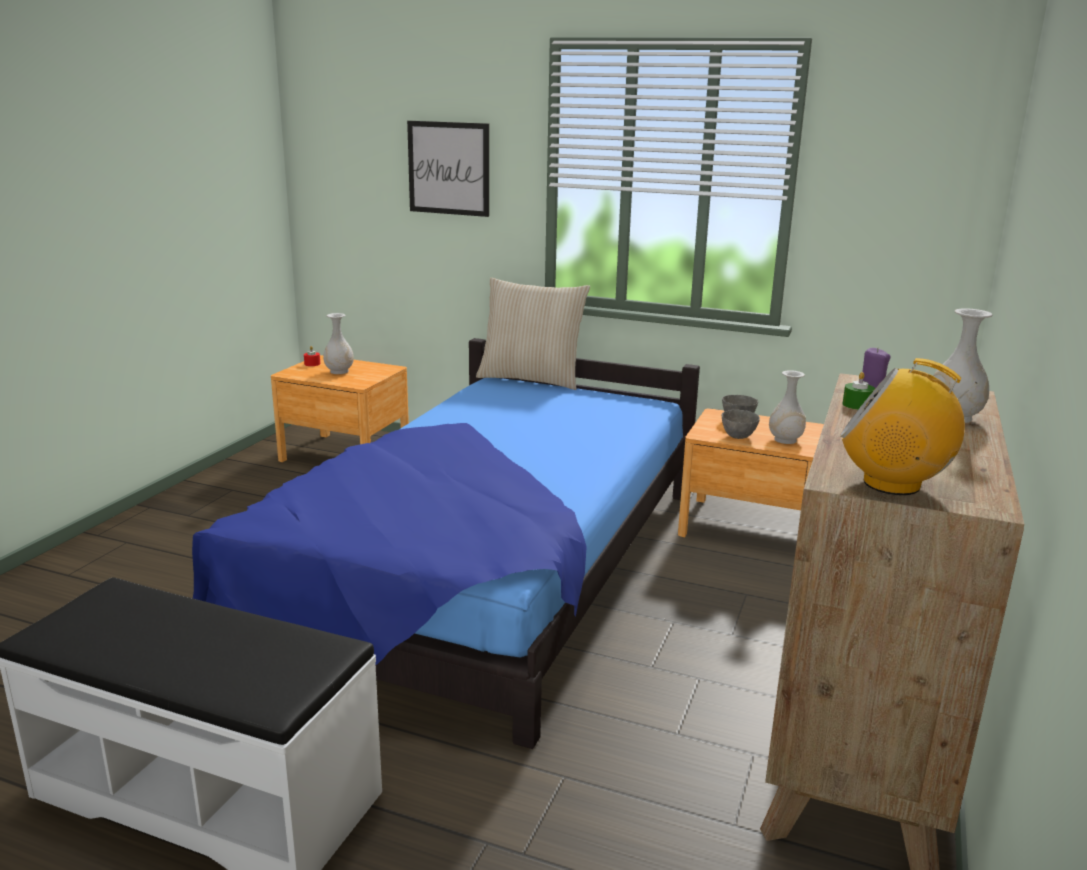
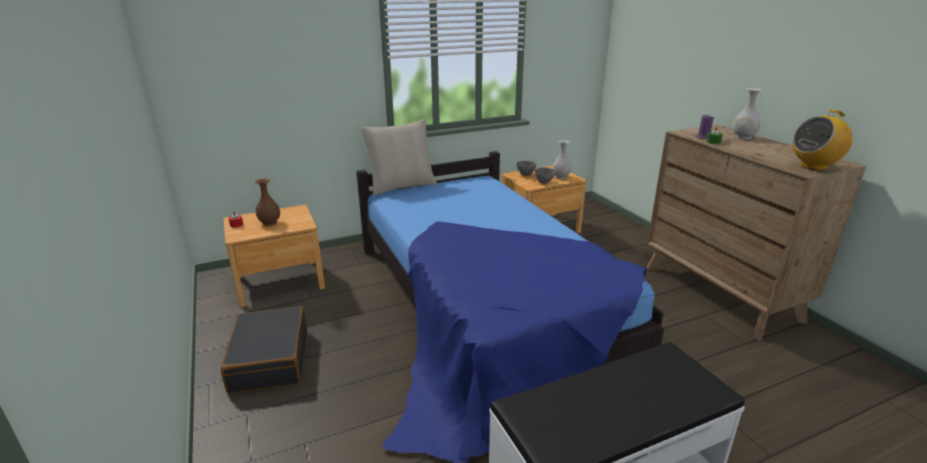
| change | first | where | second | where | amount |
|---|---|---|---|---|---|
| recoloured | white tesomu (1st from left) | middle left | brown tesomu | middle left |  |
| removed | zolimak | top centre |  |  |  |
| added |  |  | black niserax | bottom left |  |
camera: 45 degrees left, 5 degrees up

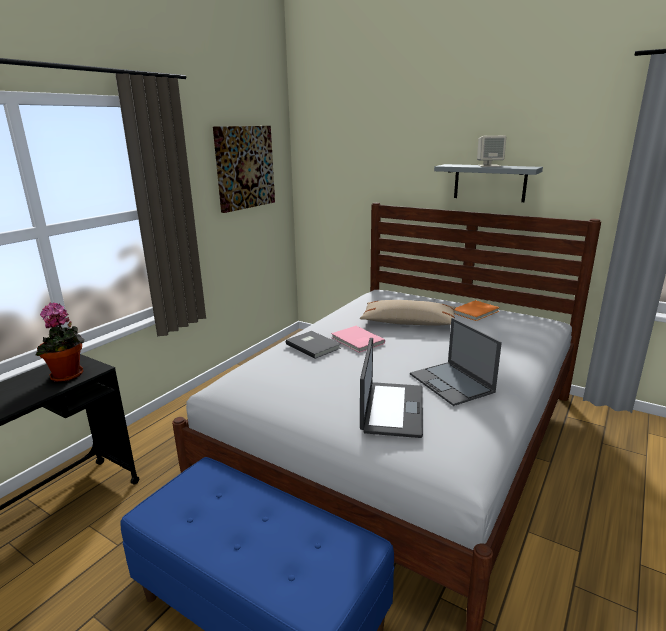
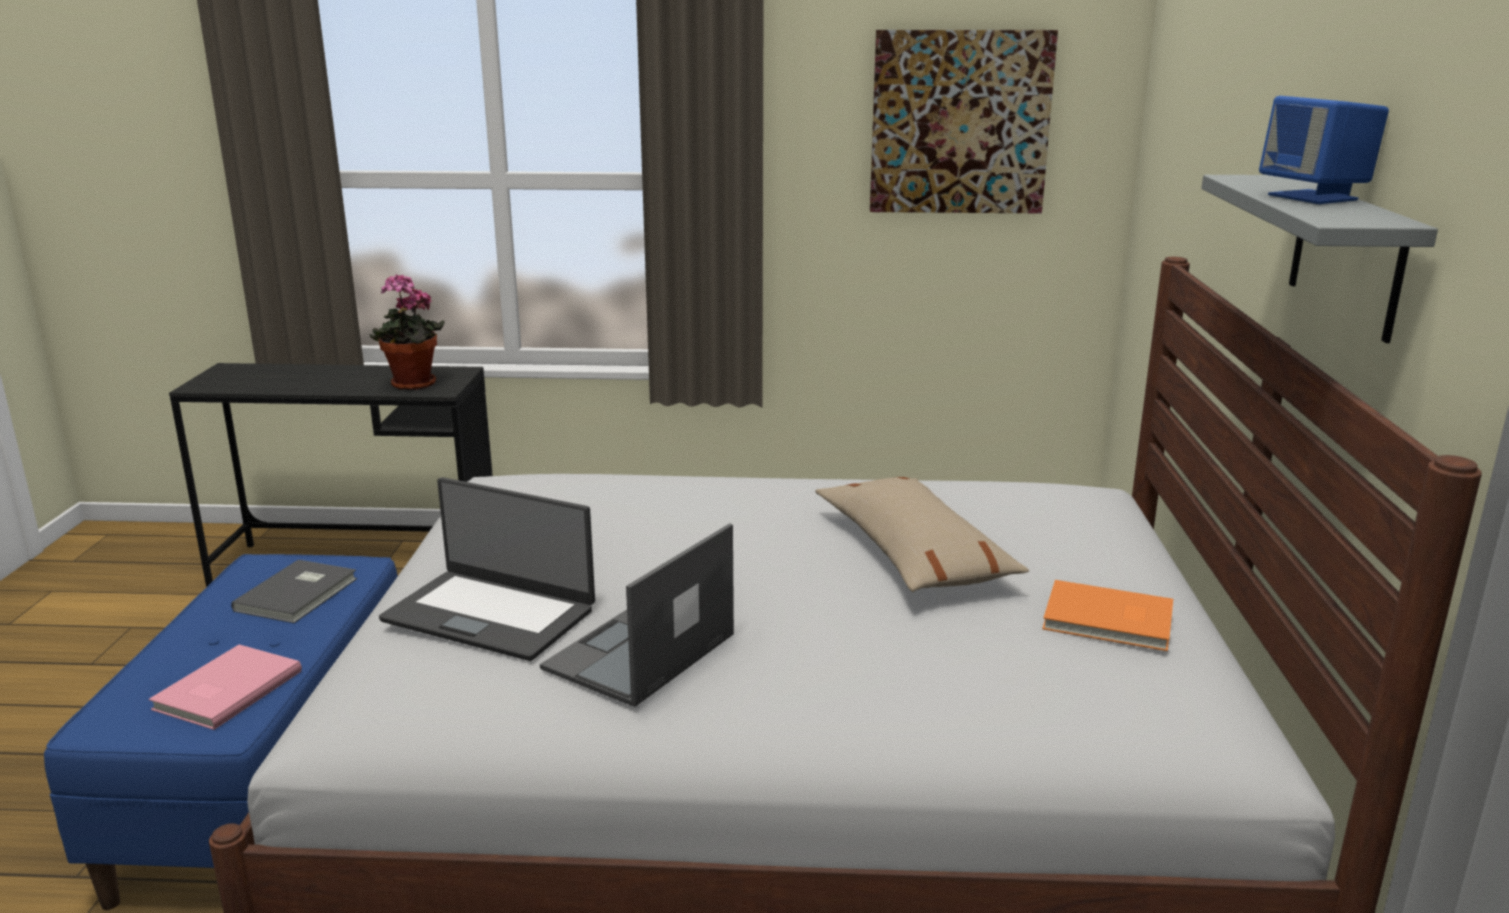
| change | first | where | second | where | amount |
|---|---|---|---|---|---|
| moved | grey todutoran | centre |  | middle left |  |
| moved | pink todutoran | centre |  | bottom left |  |
| turned | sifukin (1st from left) | centre |  | middle left | 45 degrees clockwise |
| recoloured | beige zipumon | top right | blue zipumon | top right |  |
camera: 60 degrees right, 0 degrees up

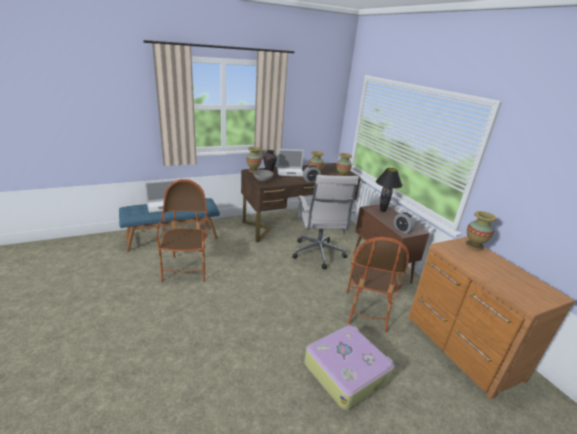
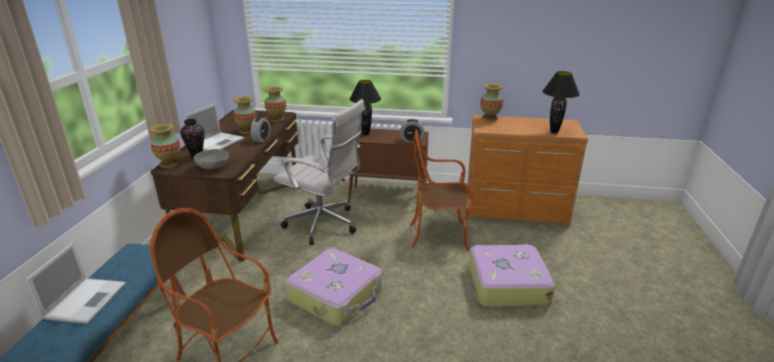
| change | first | where | second | where | amount |
|---|---|---|---|---|---|
| turned | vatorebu (2nd from left) | centre |  | centre | 135 degrees clockwise |
| added |  |  | niserax (1st from left) | bottom centre |  |
| added |  |  | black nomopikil (2nd from left) | top right |  |
camera: 55 degrees left, 0 degrees up

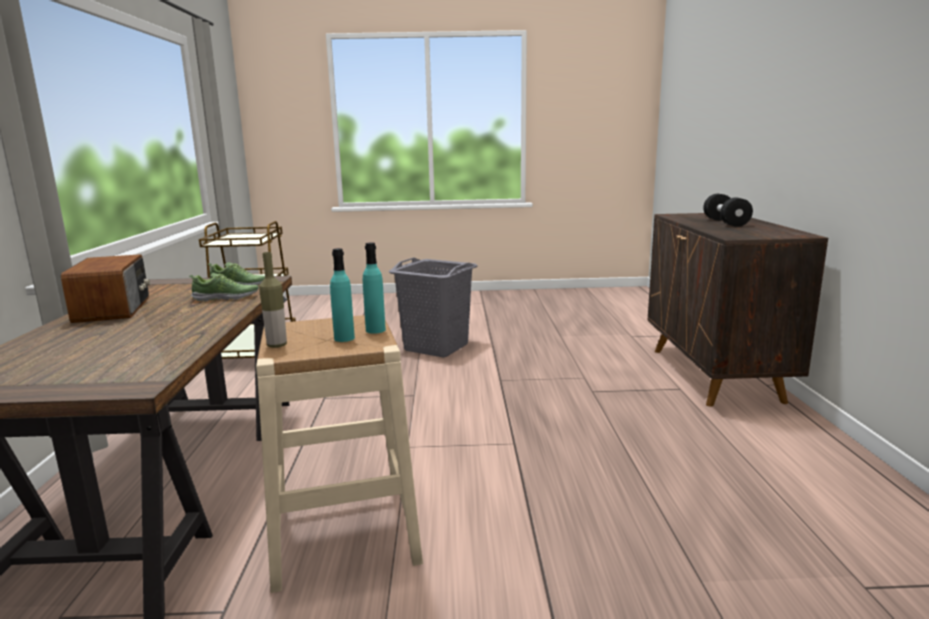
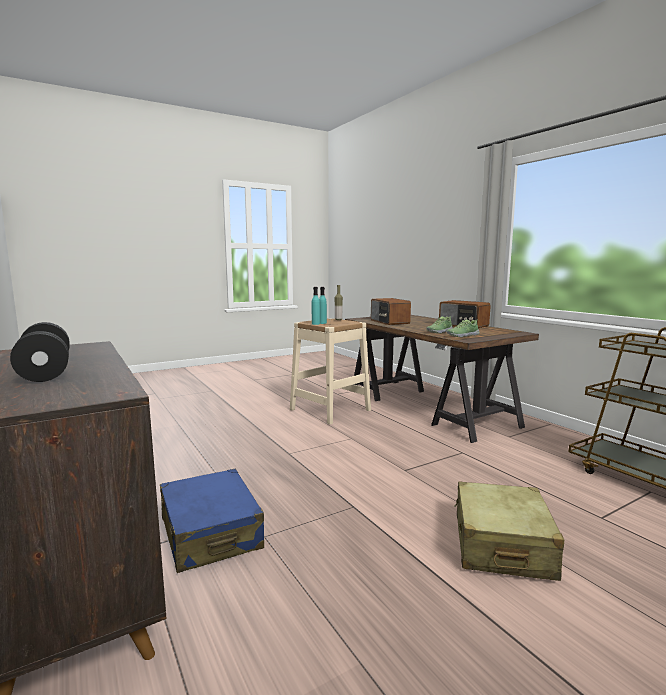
| change | first | where | second | where | amount |
|---|---|---|---|---|---|
| replaced | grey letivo | centre | beige niserax | bottom right |  |
| added |  |  | blue niserax | bottom left |  |
| added |  |  | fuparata (1st from left) | centre |  |
camera: 150 degrees right, 5 degrees down

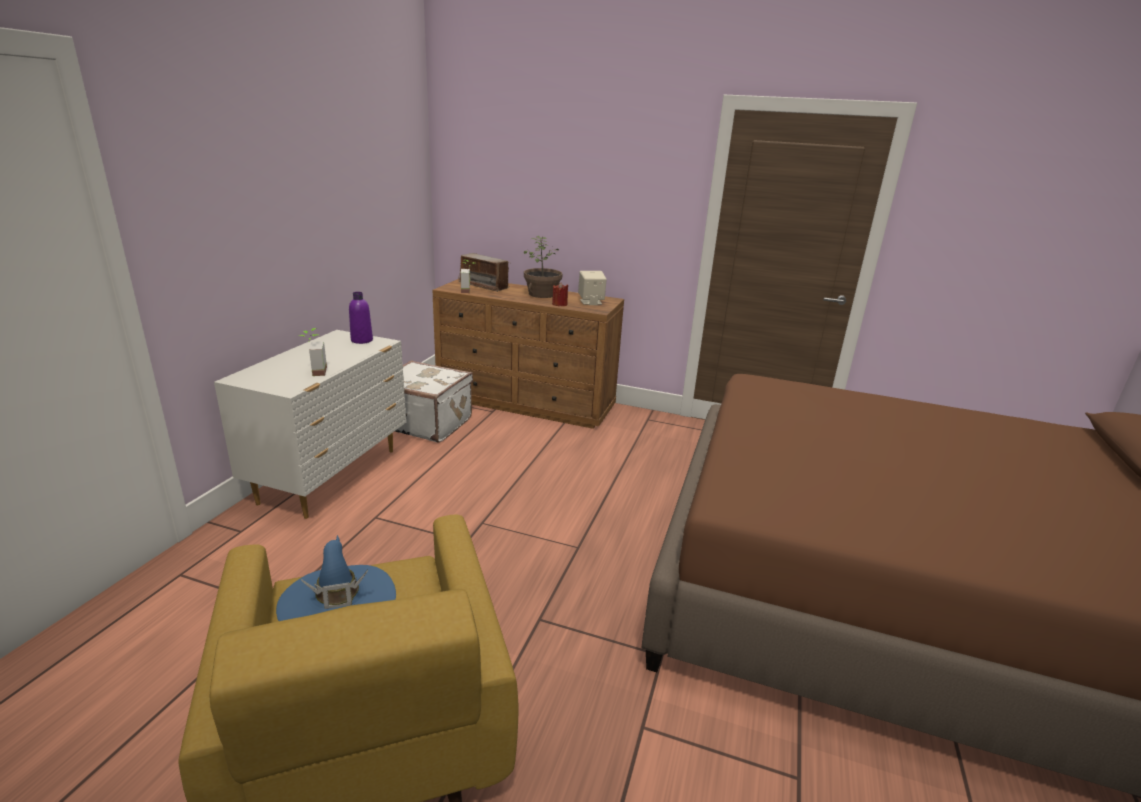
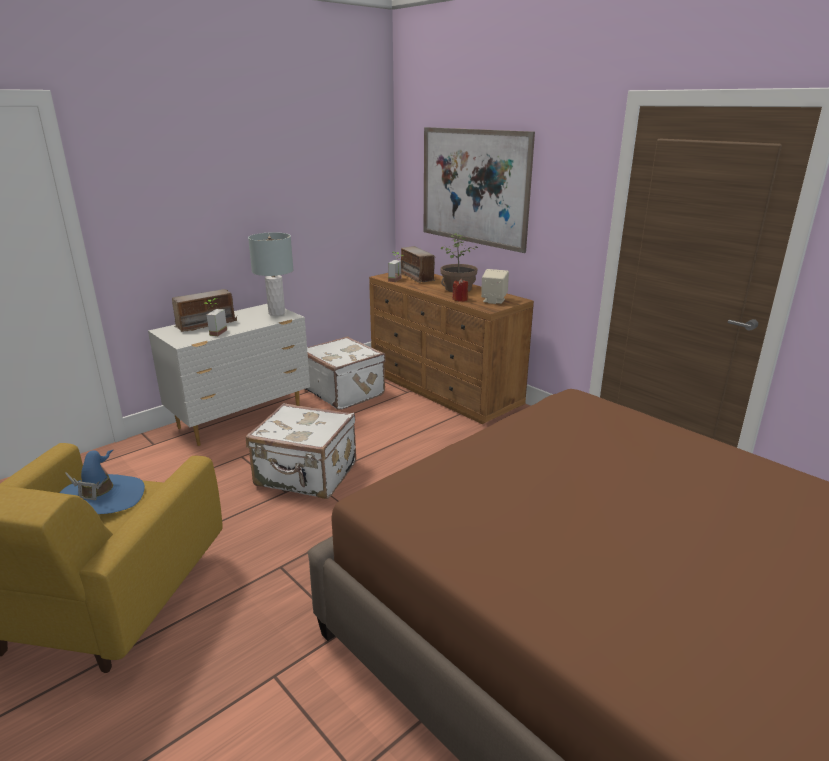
| change | first | where | second | where | amount |
|---|---|---|---|---|---|
| replaced | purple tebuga | middle left | grey nomopikil | middle left |  |
| added |  |  | fuparata (1st from left) | middle left |  |
| added |  |  | white niserax (1st from left) | centre |  |
| added |  |  | zolimak | top centre |  |
camera: 30 degrees right, 0 degrees up

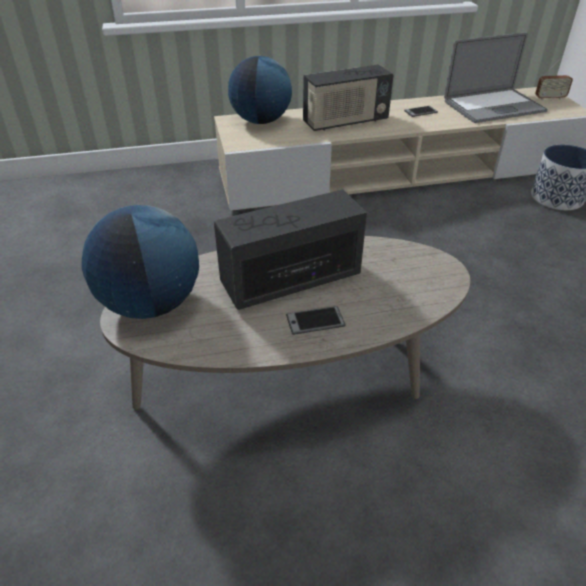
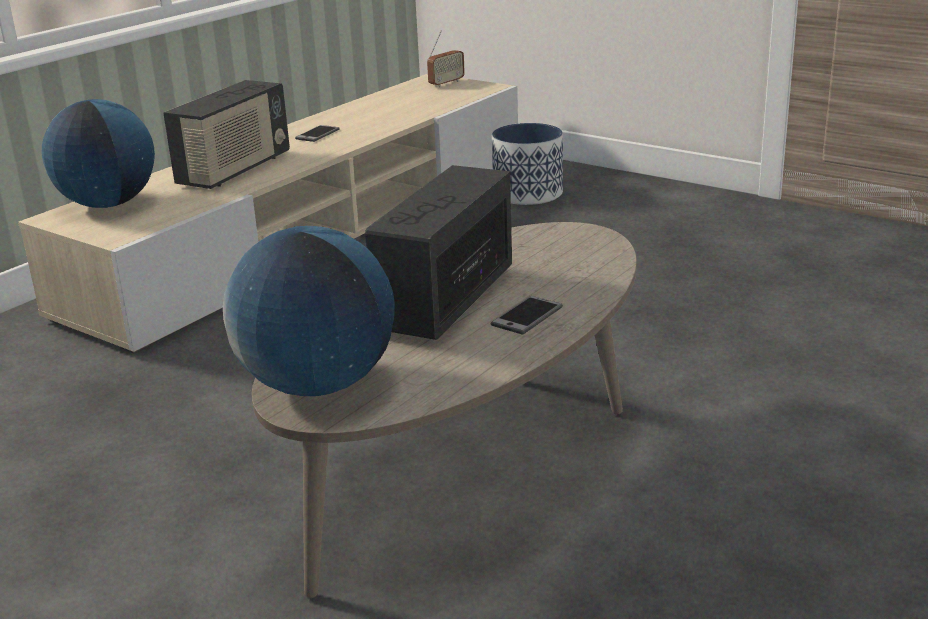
| change | first | where | second | where | amount |
|---|---|---|---|---|---|
| removed | sifukin | top right |  |  |  |
camera: 40 degrees left, 15 degrees down

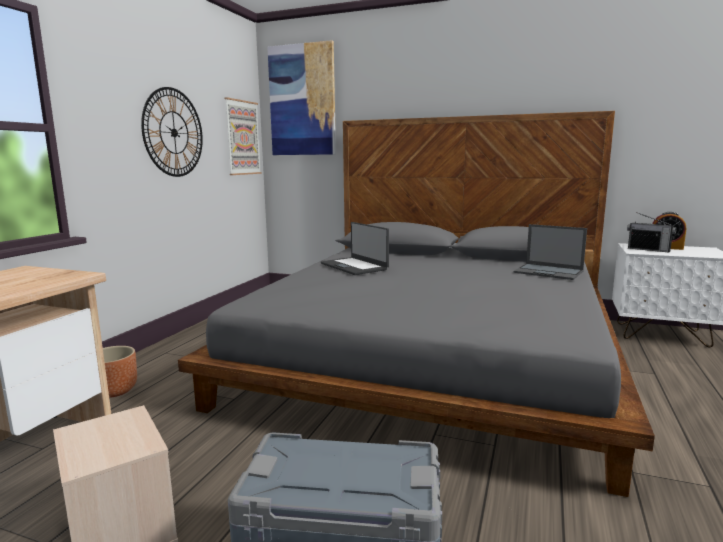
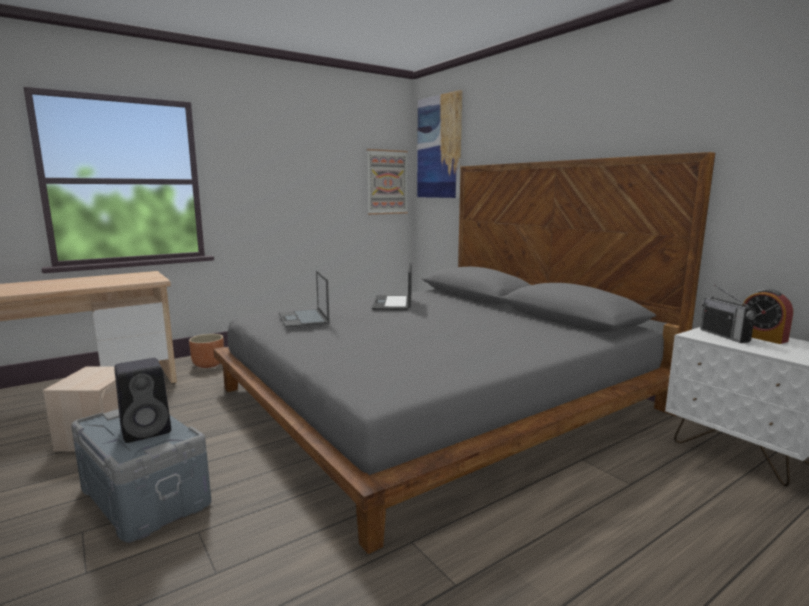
| change | first | where | second | where | amount |
|---|---|---|---|---|---|
| removed | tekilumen | top left |  |  |  |
| moved | sifukin (2nd from left in the first image) | middle right | sifukin (1st from left) | centre |  |
| added |  |  | black zipumon | middle left |  |
camera: 35 degrees right, 0 degrees up

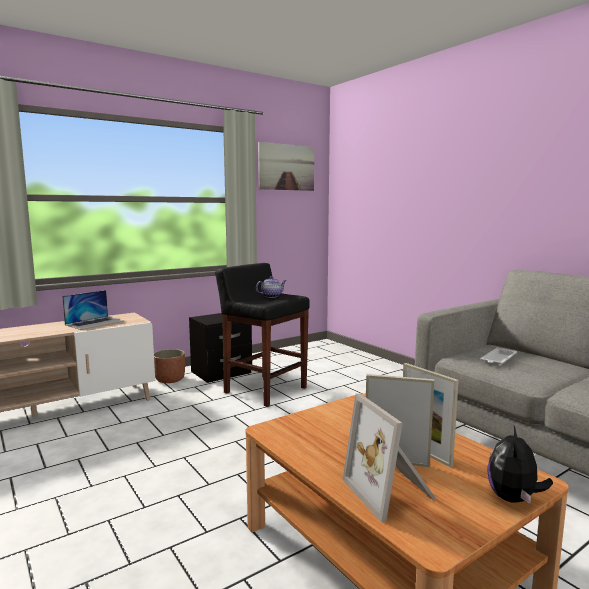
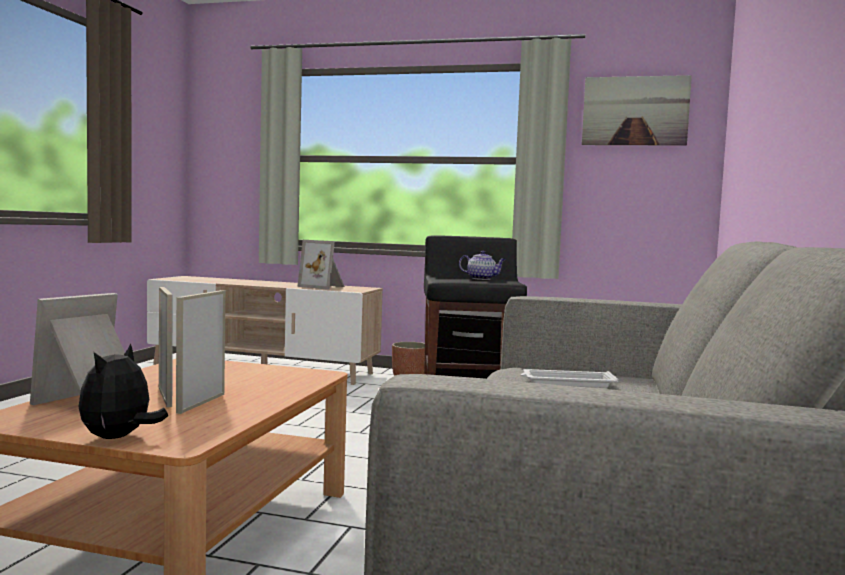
| change | first | where | second | where | amount |
|---|---|---|---|---|---|
| replaced | sifukin | middle left | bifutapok (4th from left) | centre |  |
| turned | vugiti | bottom right |  | bottom left | 60 degrees counterclockwise |
camera: 50 degrees right, 5 degrees down

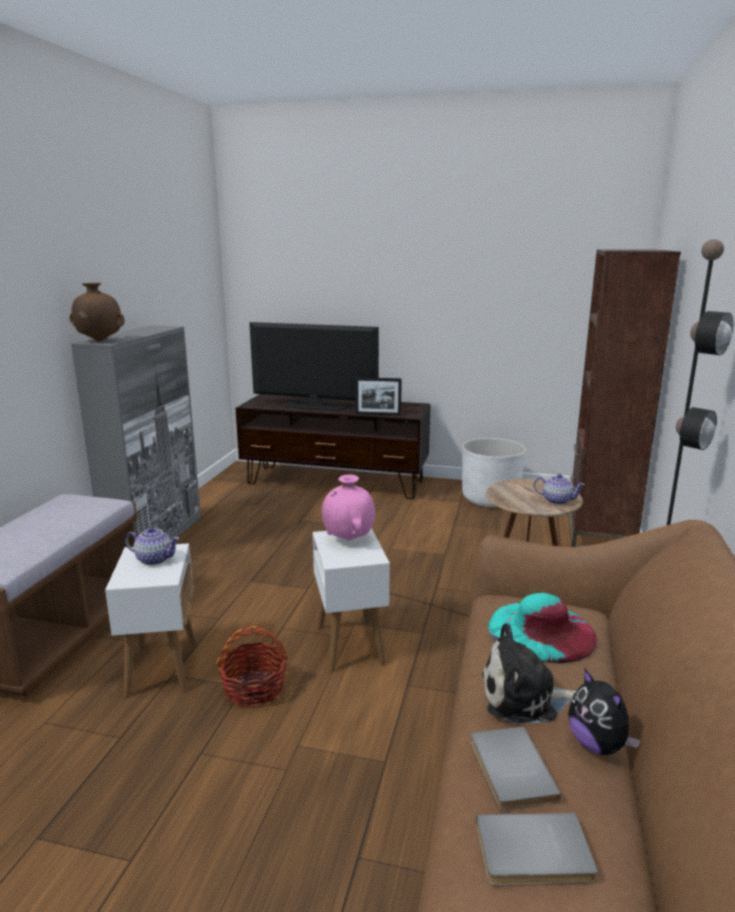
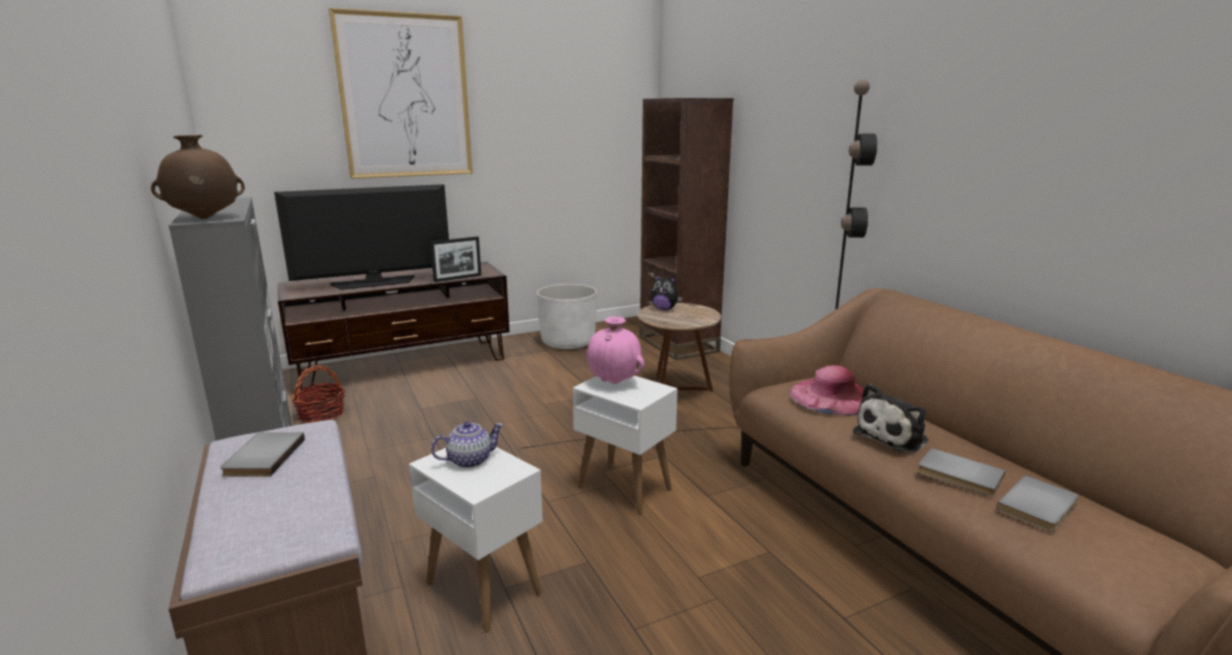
| change | first | where | second | where | amount |
|---|---|---|---|---|---|
| moved | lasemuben | bottom centre |  | middle left |  |
| recoloured | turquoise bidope | bottom right | pink bidope | middle right |  |
| removed | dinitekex (2nd from left) | middle right |  |  |  |
| moved | vugiti (2nd from left in the first image) | bottom right | vugiti (1st from left) | centre |  |
| added |  |  | grey todutoran (1st from left) | bottom left |  |
| added |  |  | zolimak | top left |  |
camera: 40 degrees left, 0 degrees up

